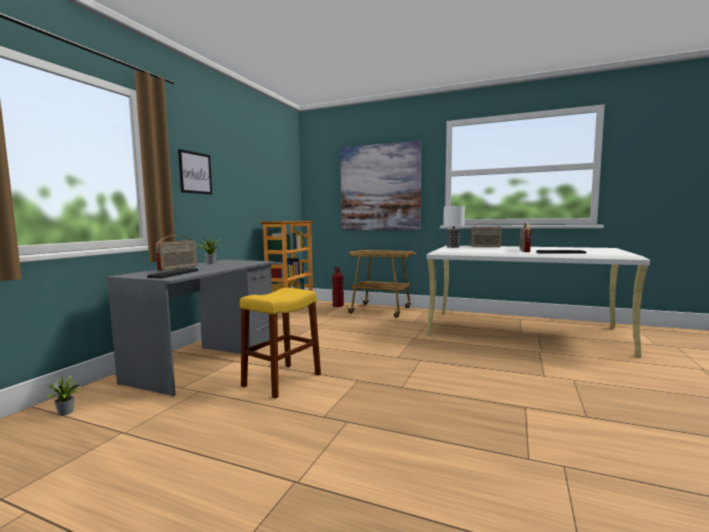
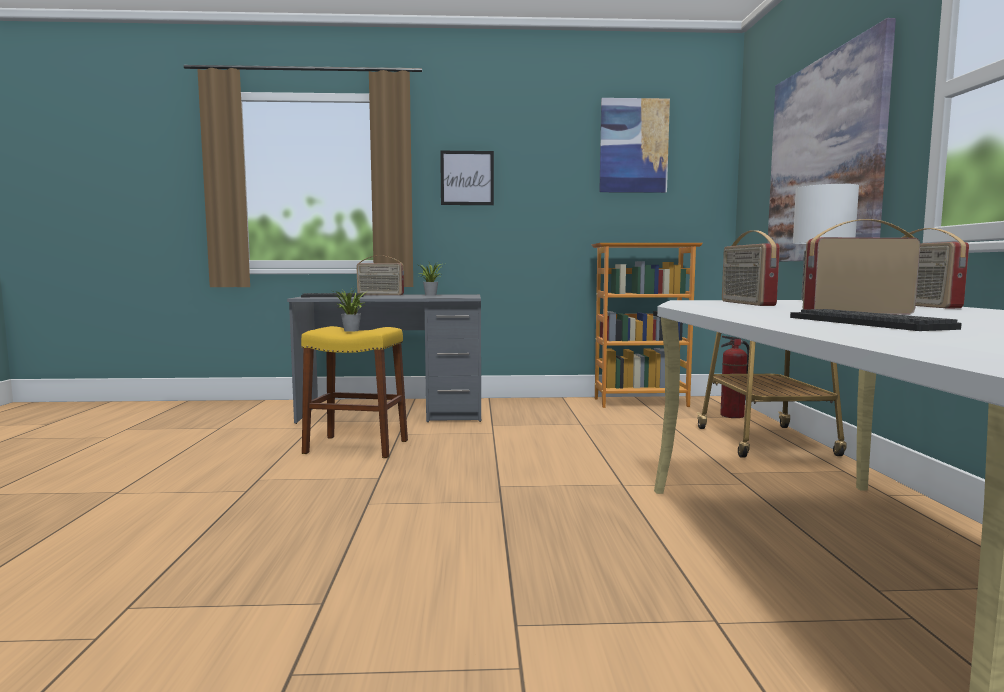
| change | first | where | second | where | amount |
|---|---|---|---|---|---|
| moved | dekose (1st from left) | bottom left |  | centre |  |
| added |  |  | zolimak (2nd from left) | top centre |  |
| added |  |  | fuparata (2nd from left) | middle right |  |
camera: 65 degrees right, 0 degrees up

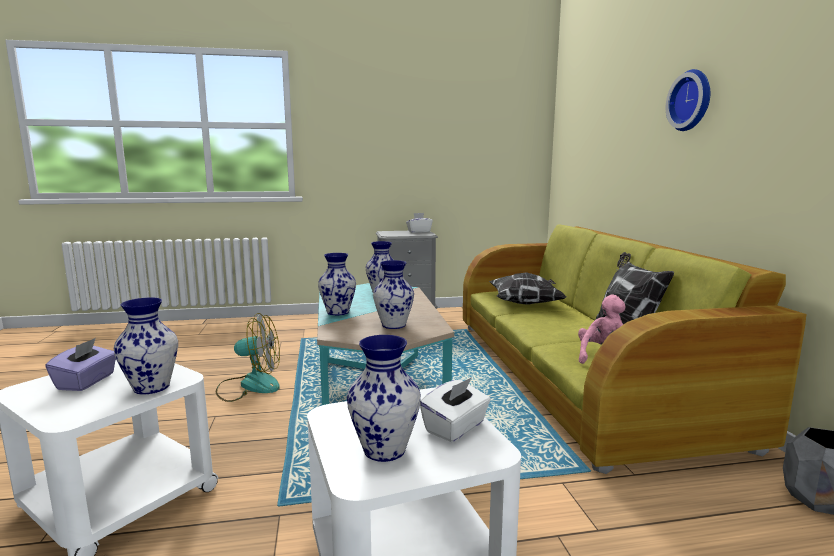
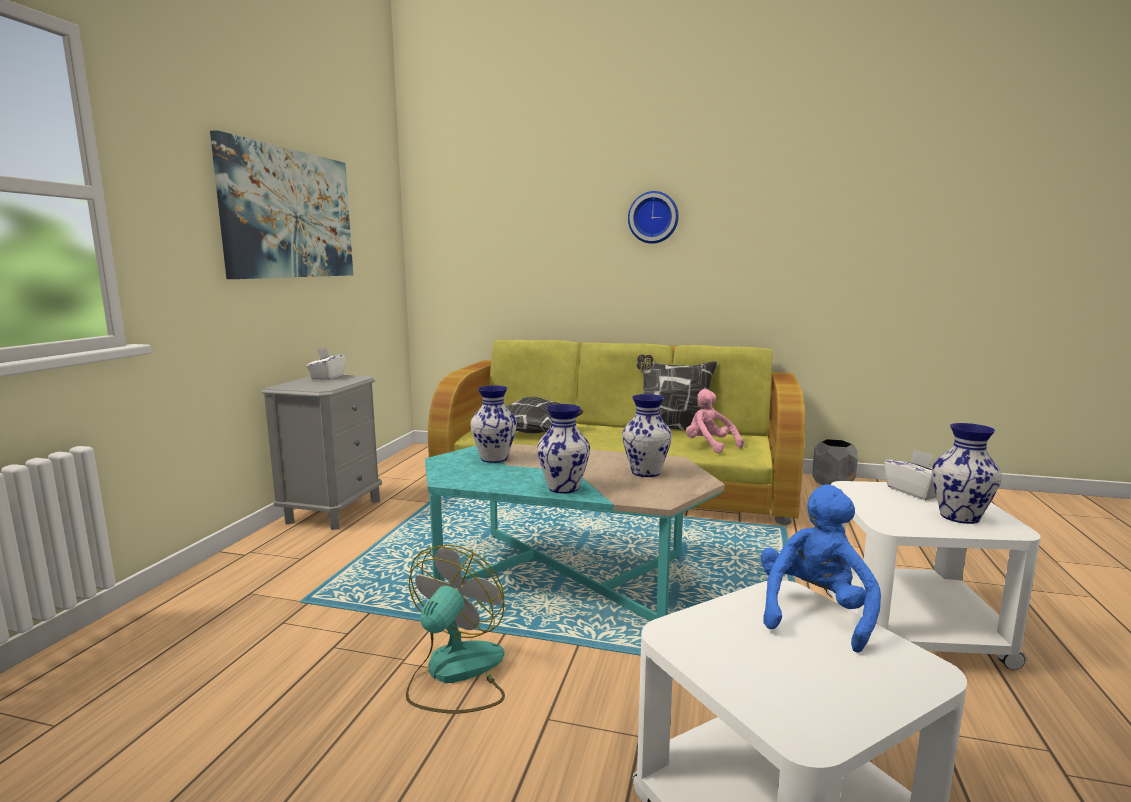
| change | first | where | second | where | amount |
|---|---|---|---|---|---|
| removed | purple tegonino | middle left |  |  |  |
| replaced | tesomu (1st from left) | middle left | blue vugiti | bottom right |  |
| added |  |  | zolimak | top left |  |
camera: 65 degrees left, 0 degrees up

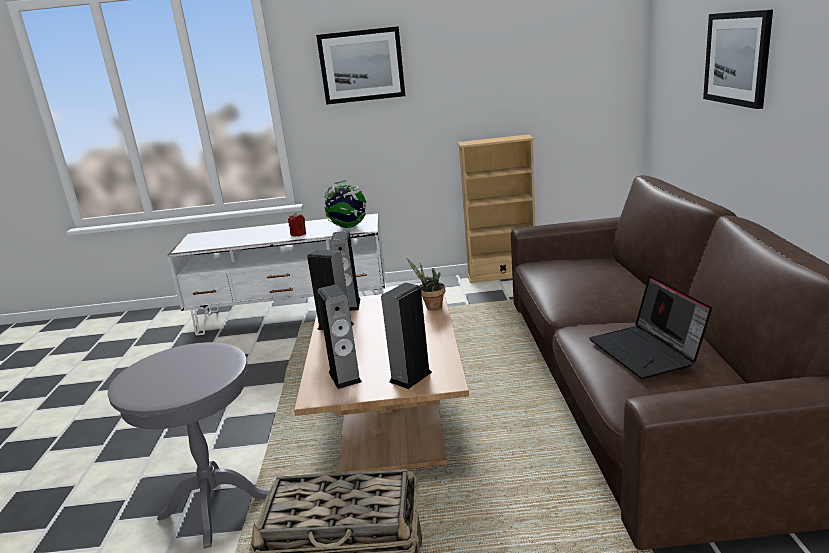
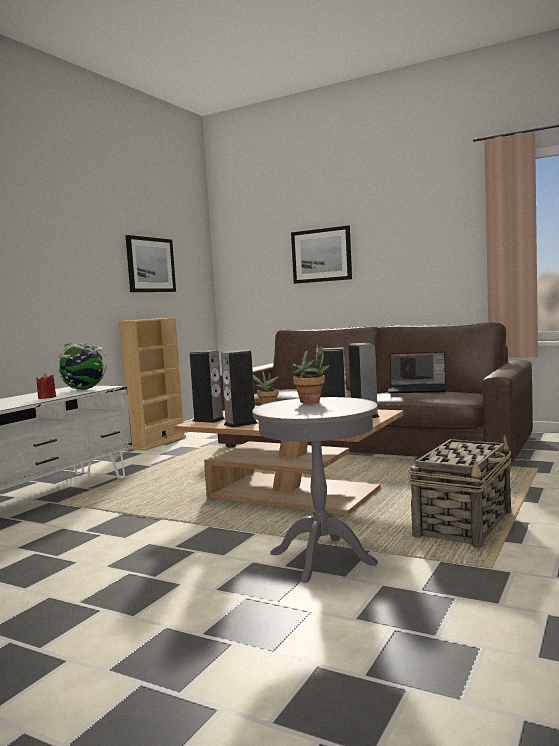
| change | first | where | second | where | amount |
|---|---|---|---|---|---|
| moved | zolimak (1st from left) | top centre |  | middle left |  |
| added |  |  | dekose (2nd from left) | centre |  |
camera: 60 degrees left, 15 degrees down

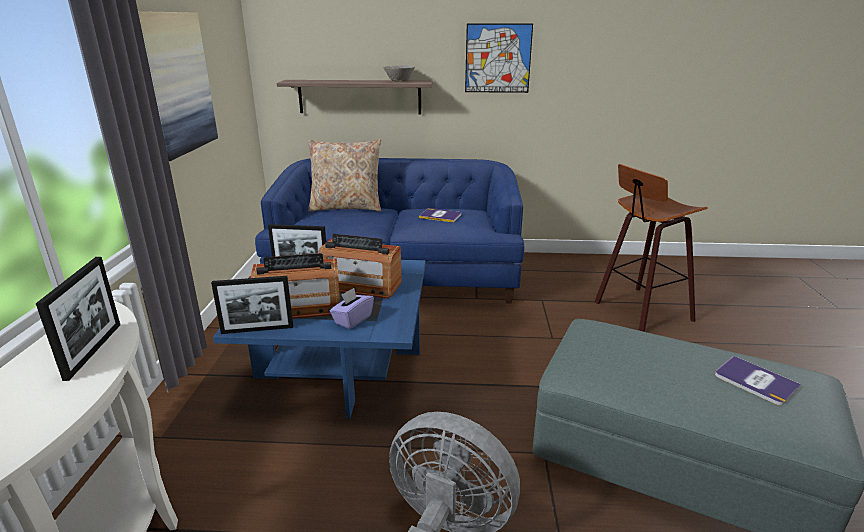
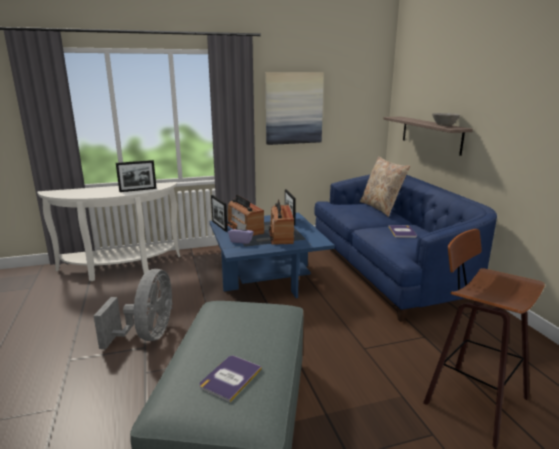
| change | first | where | second | where | amount |
|---|---|---|---|---|---|
| removed | zolimak (2nd from left) | top centre |  |  |  |
camera: 70 degrees right, 5 degrees down

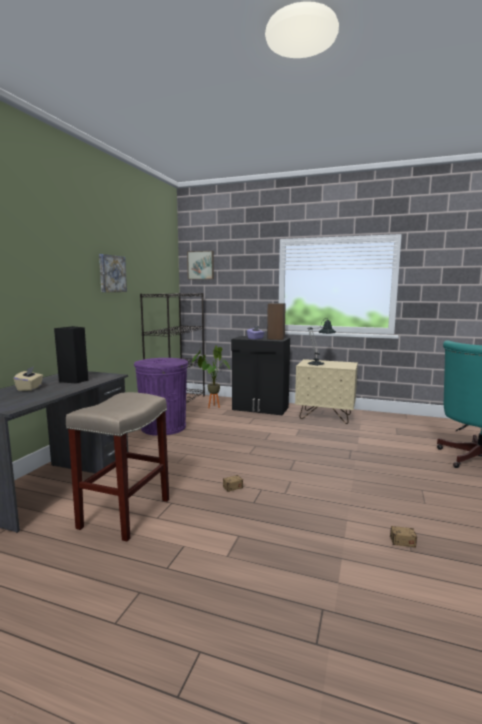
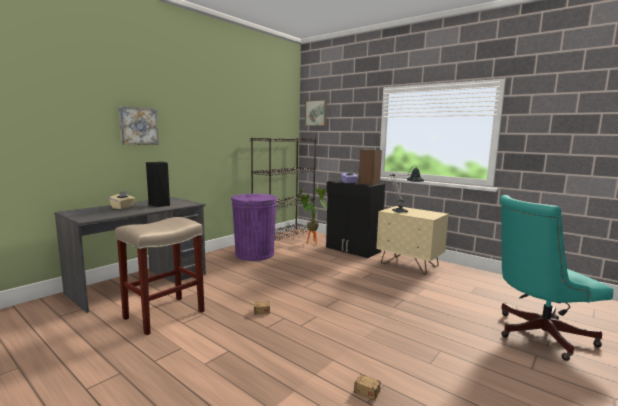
| change | first | where | second | where | amount |
|---|---|---|---|---|---|
| moved | zolimak (1st from left) | middle left |  | top left |  |
camera: 20 degrees right, 0 degrees up

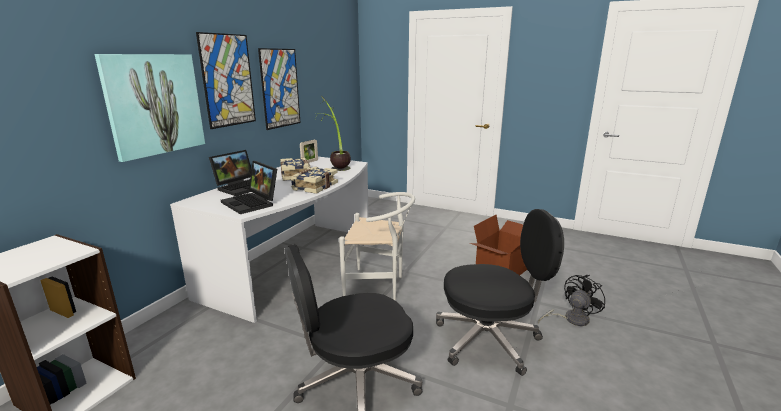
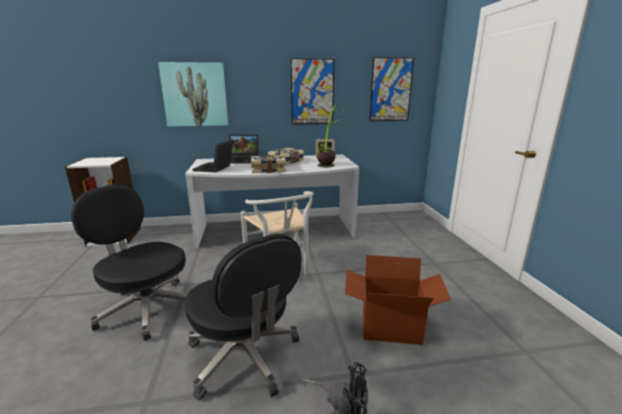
| change | first | where | second | where | amount |
|---|---|---|---|---|---|
| moved | zolimak (2nd from left in the first image) | top left | zolimak (3rd from left) | top centre |  |
camera: 55 degrees right, 0 degrees up

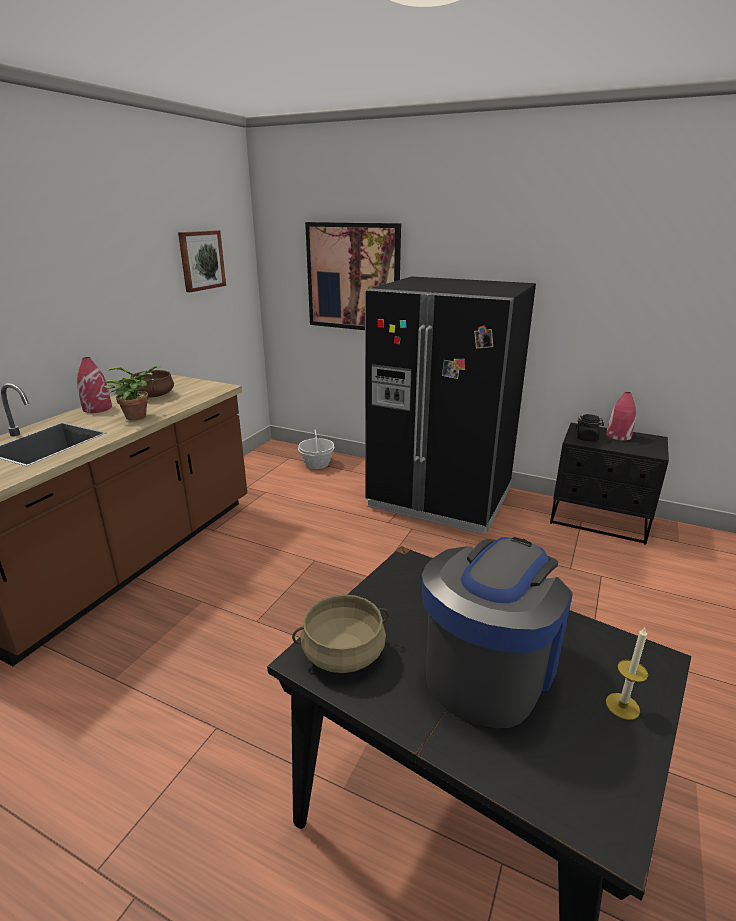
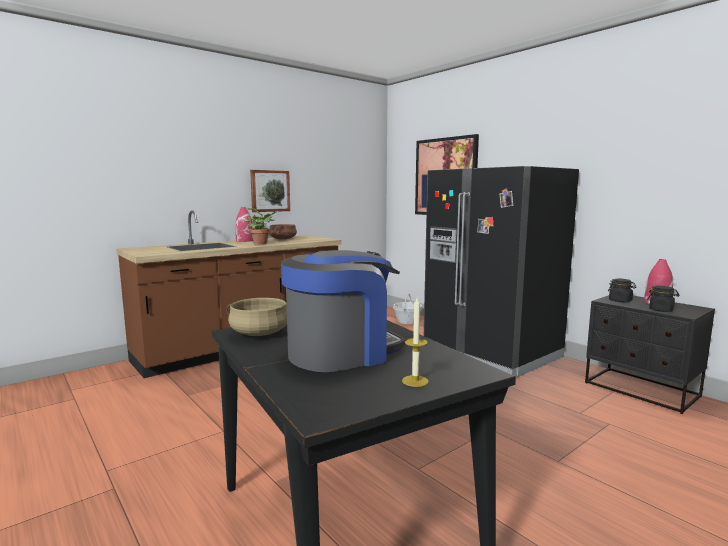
| change | first | where | second | where | amount |
|---|---|---|---|---|---|
| moved | zolimak (1st from left) | top left |  | centre |  |
| added |  |  | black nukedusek (2nd from left) | middle right |  |
camera: 25 degrees right, 15 degrees down

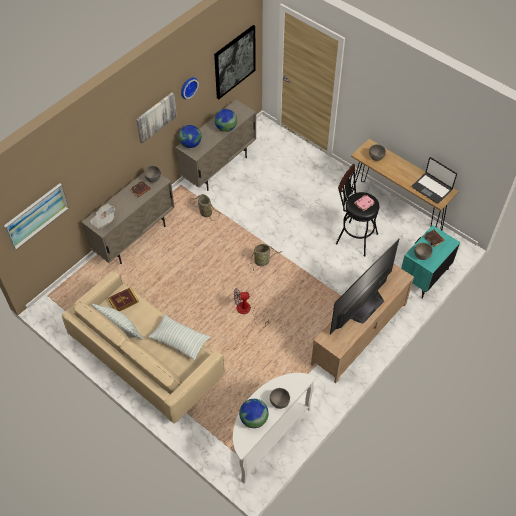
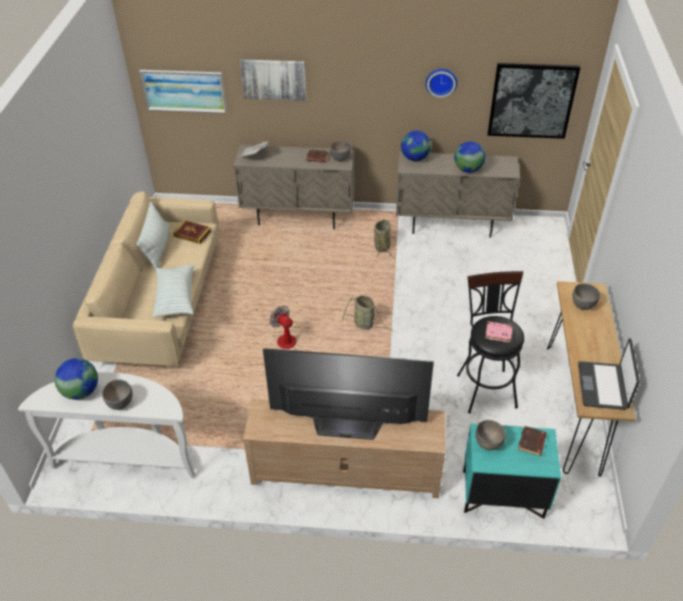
| change | first | where | second | where | amount |
|---|---|---|---|---|---|
| moved | zolimak (2nd from left) | top left |  | top centre |  |
camera: 55 degrees right, 10 degrees down

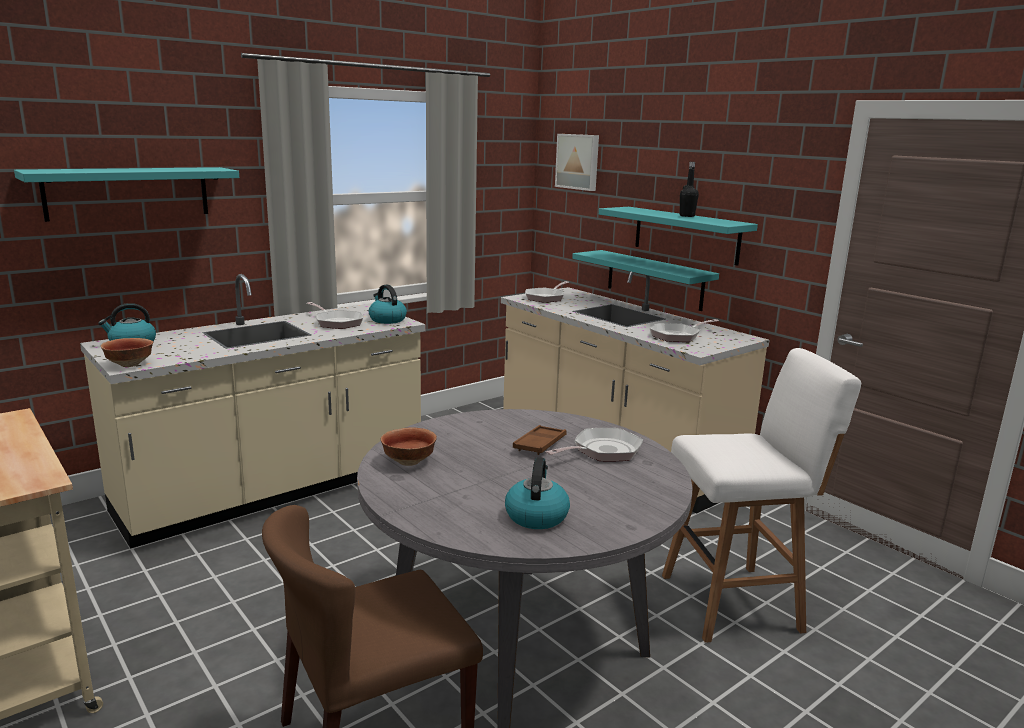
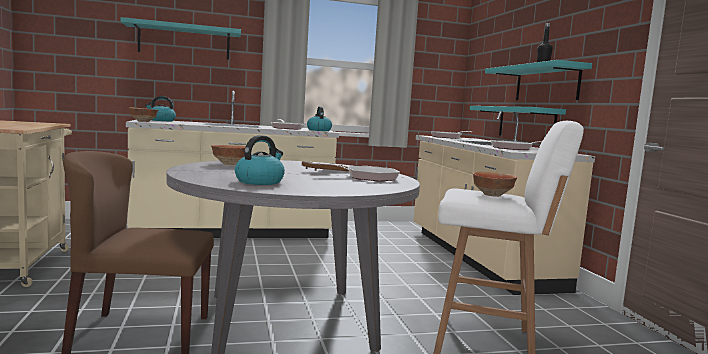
| change | first | where | second | where | amount |
|---|---|---|---|---|---|
| removed | zolimak | top centre |  |  |  |
| added |  |  | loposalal (3rd from left) | middle right |  |
camera: 25 degrees right, 10 degrees down

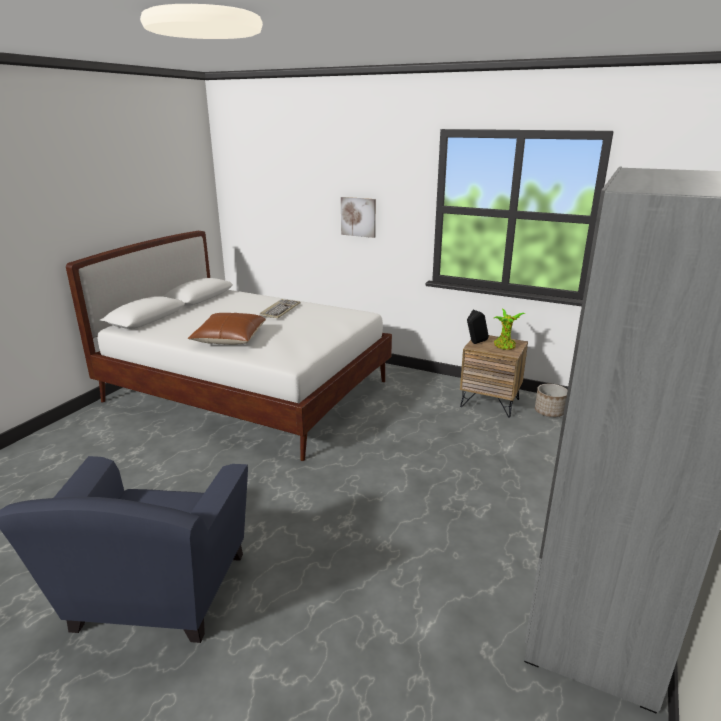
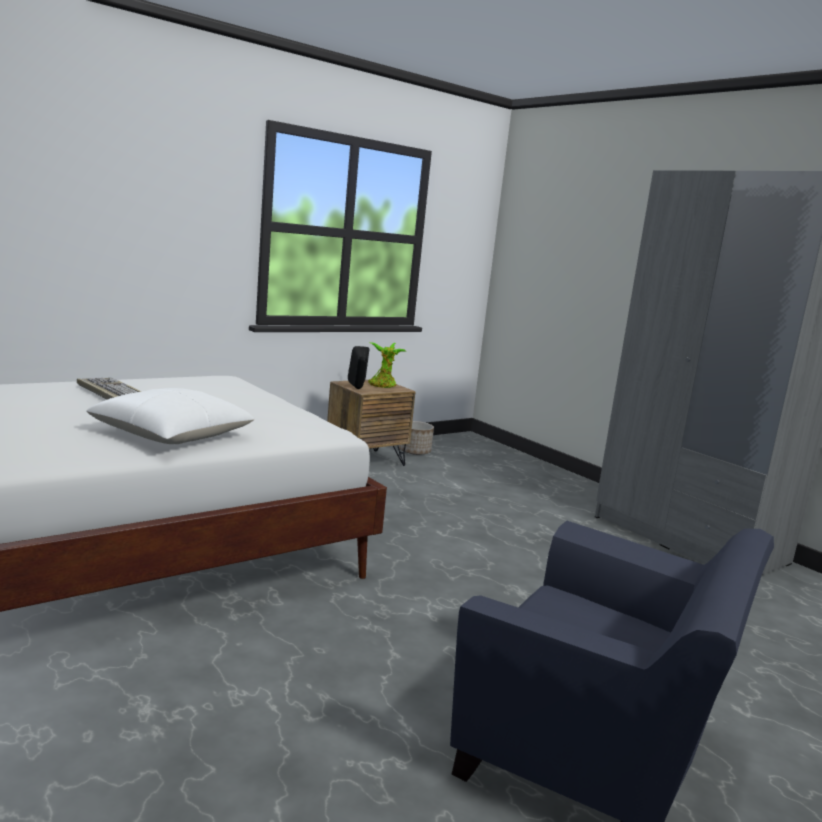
| change | first | where | second | where | amount |
|---|---|---|---|---|---|
| recoloured | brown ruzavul | middle left | white ruzavul | middle left |  |
| removed | zolimak | top centre |  |  |  |
camera: 65 degrees left, 10 degrees down

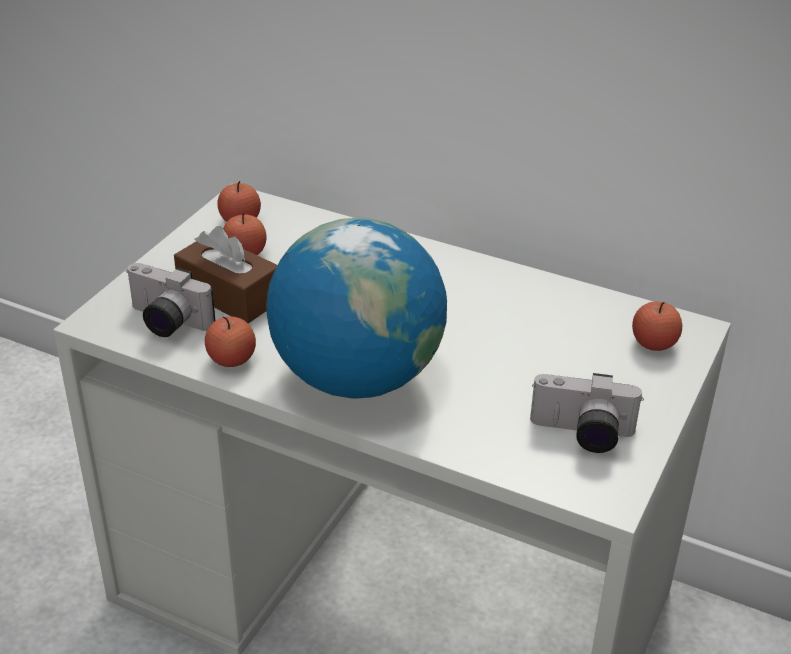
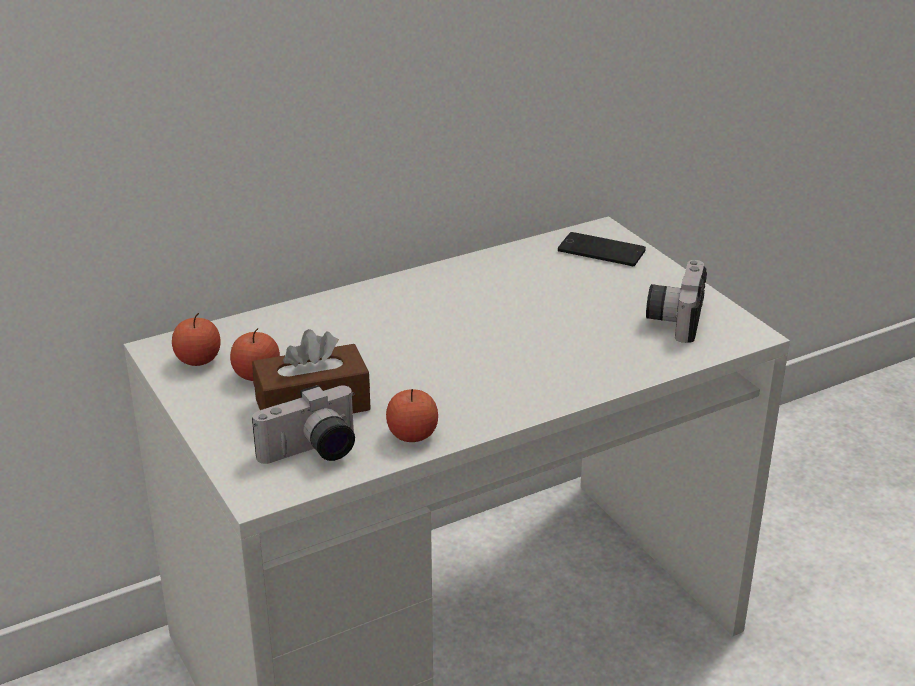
| change | first | where | second | where | amount |
|---|---|---|---|---|---|
| removed | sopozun | centre |  |  |  |
| turned | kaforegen (2nd from left) | middle right |  | middle right | 150 degrees clockwise |
| replaced | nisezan (4th from left) | middle right | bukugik | centre |  |
camera: 55 degrees left, 5 degrees down

